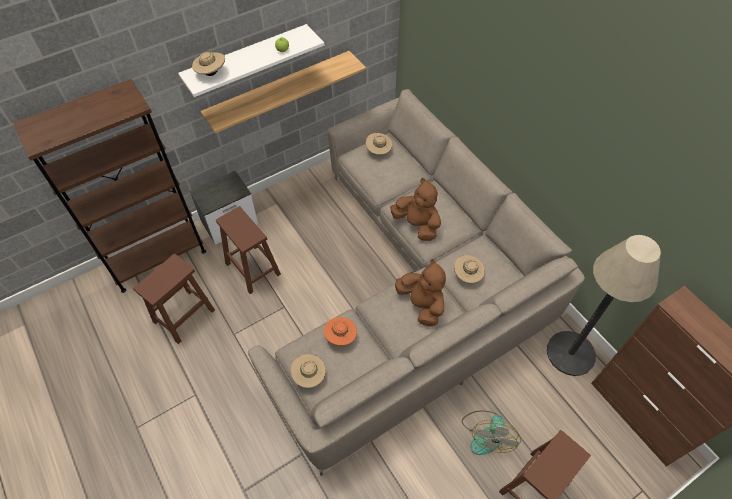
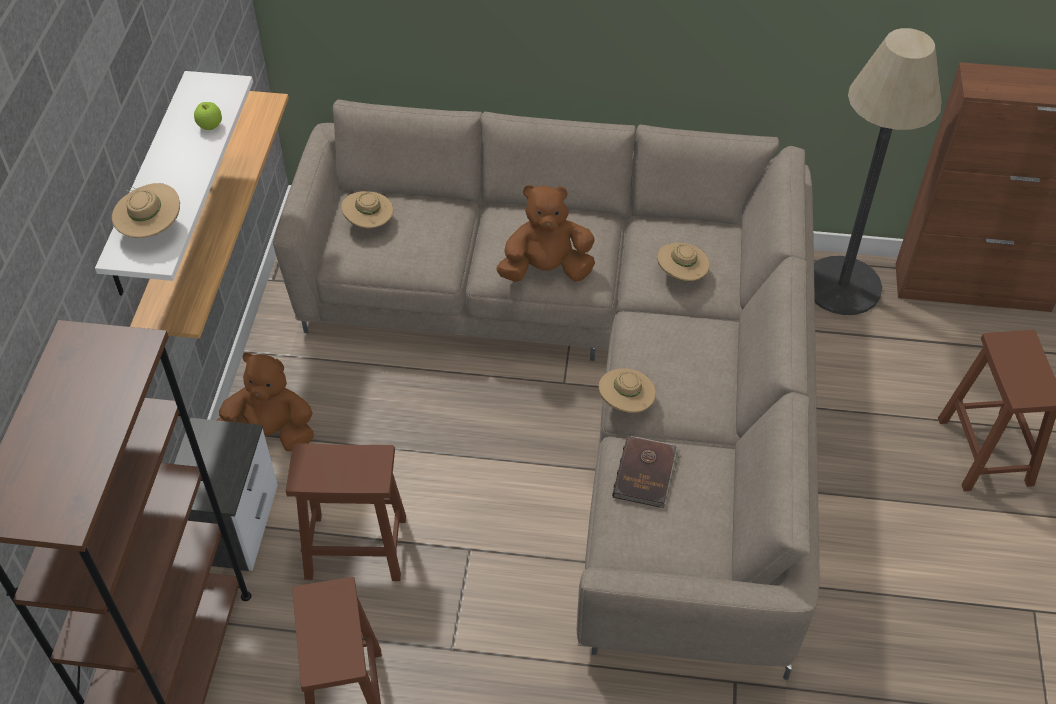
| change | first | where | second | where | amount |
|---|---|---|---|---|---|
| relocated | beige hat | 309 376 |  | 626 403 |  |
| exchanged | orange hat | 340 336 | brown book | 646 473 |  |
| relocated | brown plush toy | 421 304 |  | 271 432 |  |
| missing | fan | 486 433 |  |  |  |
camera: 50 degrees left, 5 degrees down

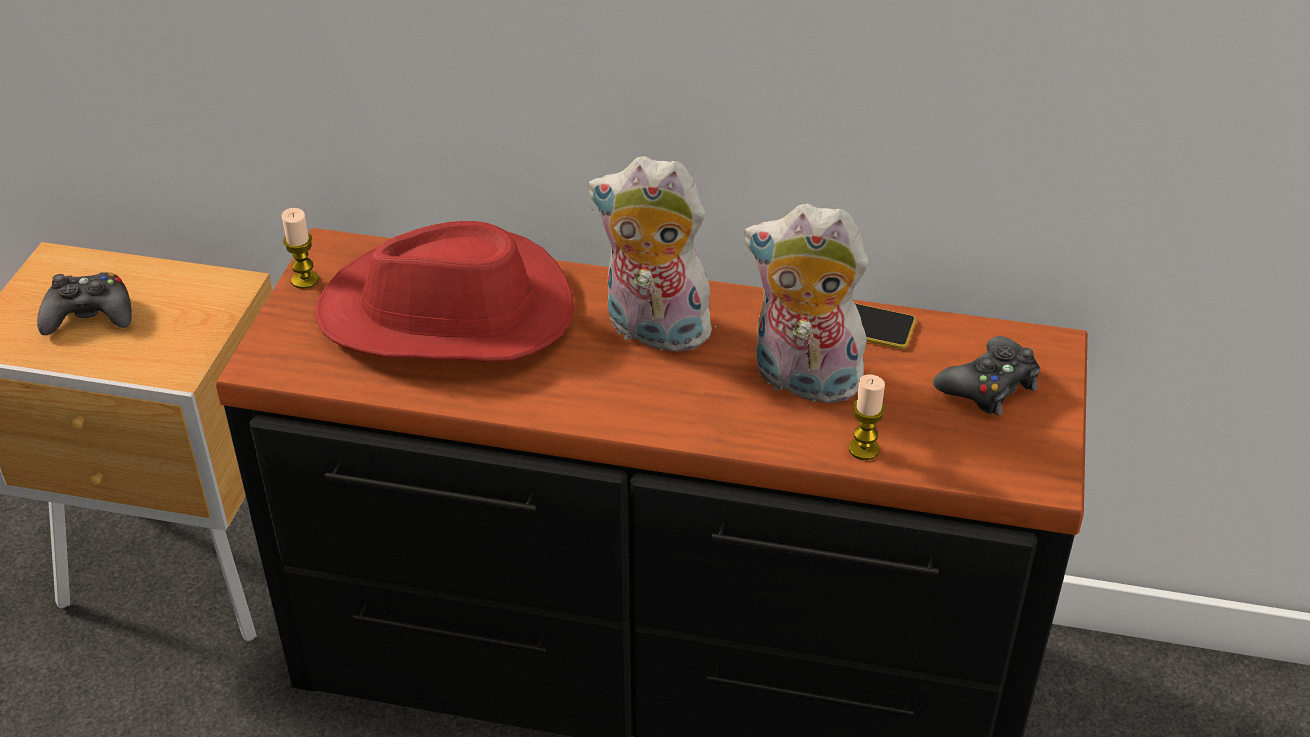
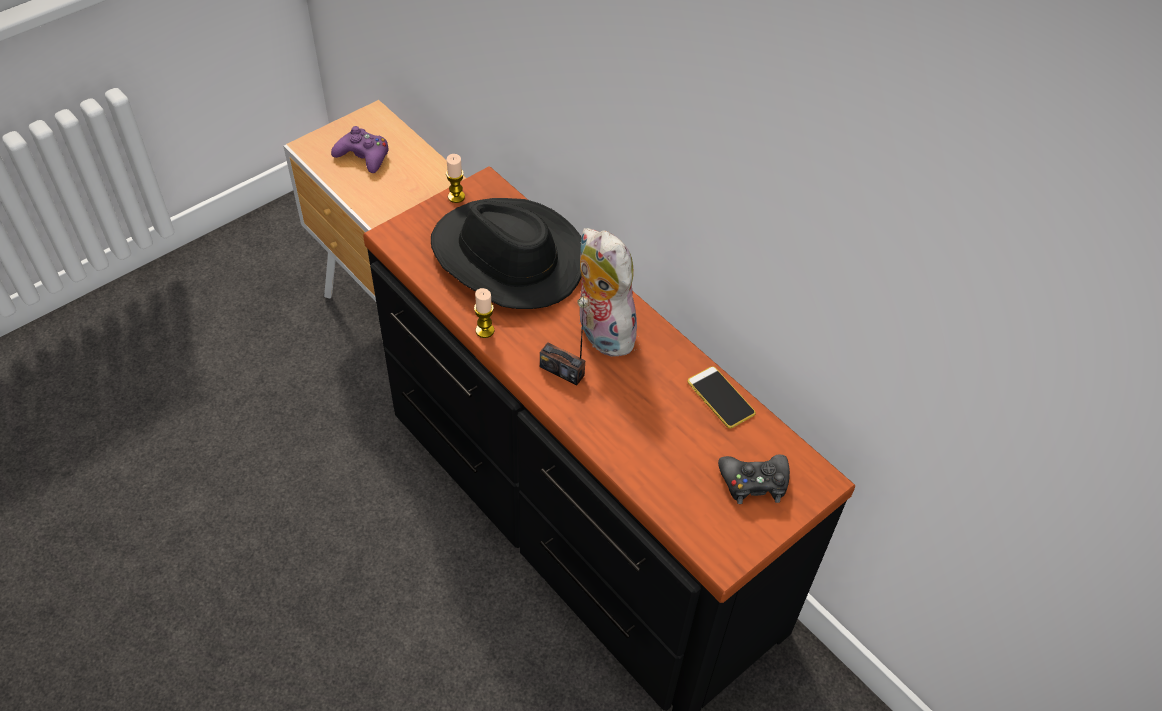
| change | first | where | second | where | amount |
|---|---|---|---|---|---|
| colour | black game controller | 89 315 | purple game controller | 363 156 |  |
| colour | red hat | 448 314 | black hat | 506 258 |  |
| missing | plush toy | 802 381 |  |  |  |
| relocated | candle | 864 449 |  | 485 330 |  |
| appeared |  |  | radio | 562 371 |  |
camera: 35 degrees right, 10 degrees up

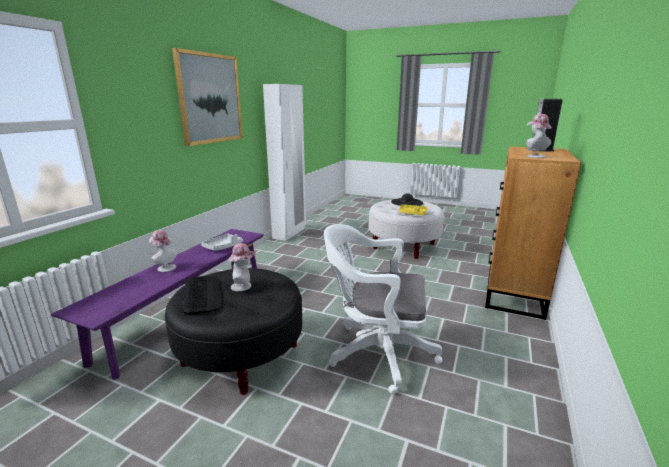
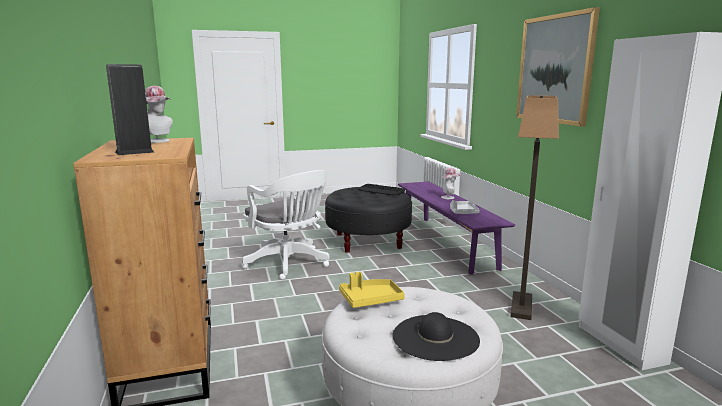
| change | first | where | second | where | amount |
|---|---|---|---|---|---|
| missing | hat | 244 286 |  |  |  |
| spun | white office chair | 376 352 |  | 289 264 | 75 degrees clockwise |
| appeared |  |  | floor lamp | 521 306 |  |
camera: 140 degrees right, 5 degrees down

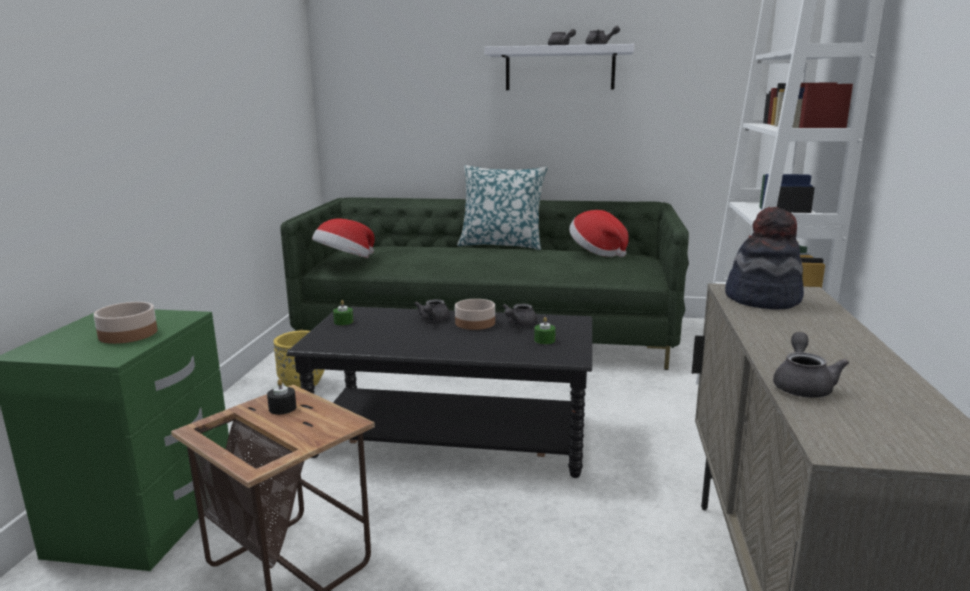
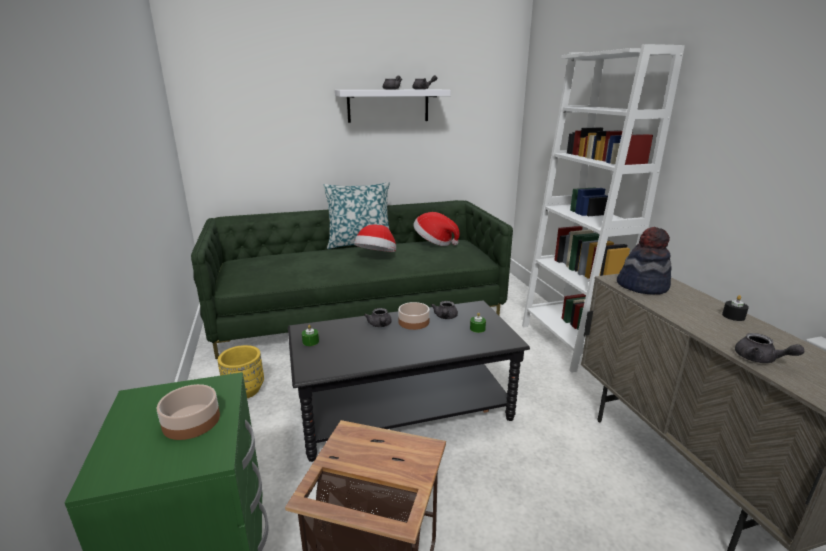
| change | first | where | second | where | amount |
|---|---|---|---|---|---|
| relocated | black candle | 282 408 |  | 733 316 |  |
| relocated | hat | 344 260 |  | 376 256 |  |
| spun | grey teapot | 802 385 |  | 760 359 | 150 degrees clockwise |
camera: 25 degrees left, 5 degrees up

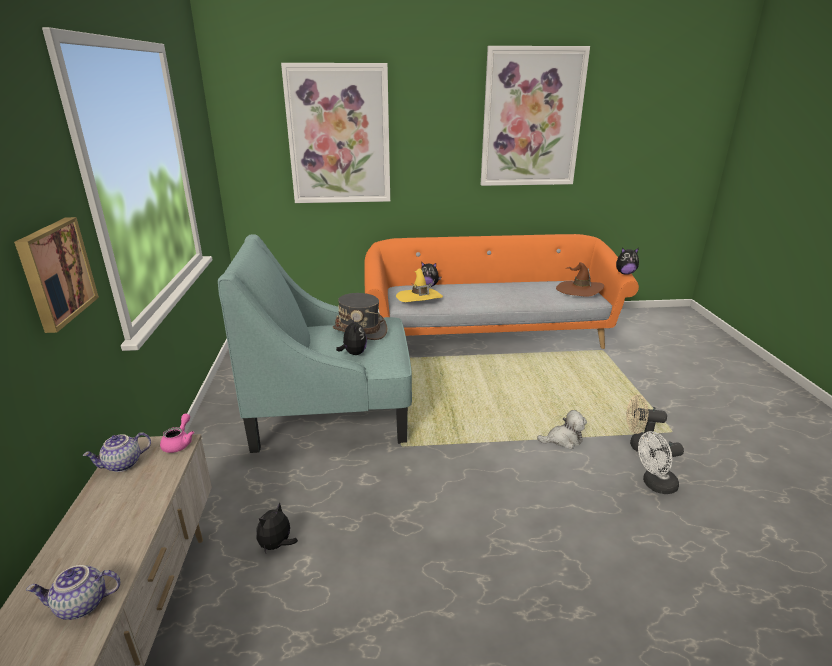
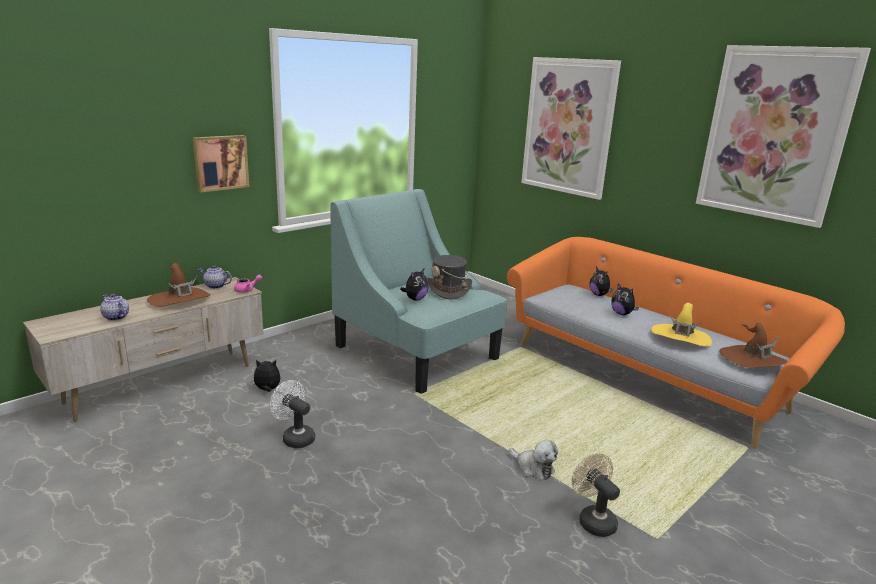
| change | first | where | second | where | amount |
|---|---|---|---|---|---|
| relocated | yellow hat | 419 298 |  | 681 337 |  |
| relocated | plush toy | 625 273 |  | 622 314 |  |
| relocated | white fan | 655 485 |  | 295 437 |  |
| appeared |  |  | brown hat | 179 300 |  |
camera: 50 degrees right, 5 degrees down

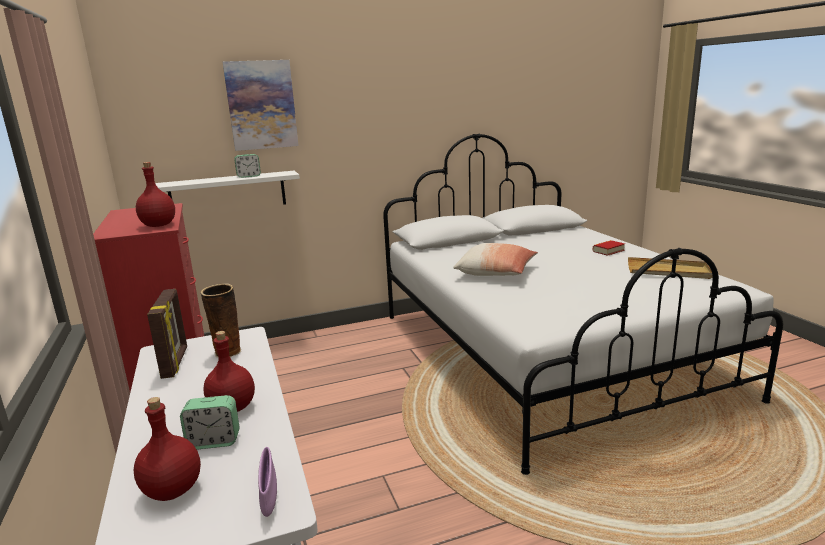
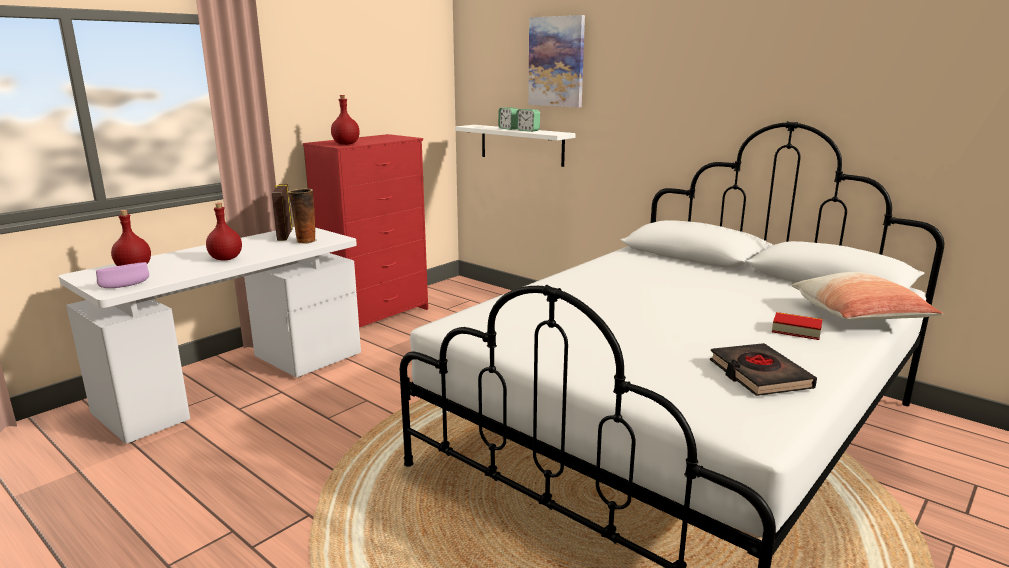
| change | first | where | second | where | amount |
|---|---|---|---|---|---|
| spun | picture frame | 176 363 |  | 284 235 | 120 degrees clockwise |
| relocated | alarm clock | 214 441 |  | 508 128 |  |
| relocated | pillow | 496 272 |  | 860 316 |  |
| exchanged | beige tray | 668 271 | black book | 759 375 |  |
camera: 60 degrees right, 0 degrees up

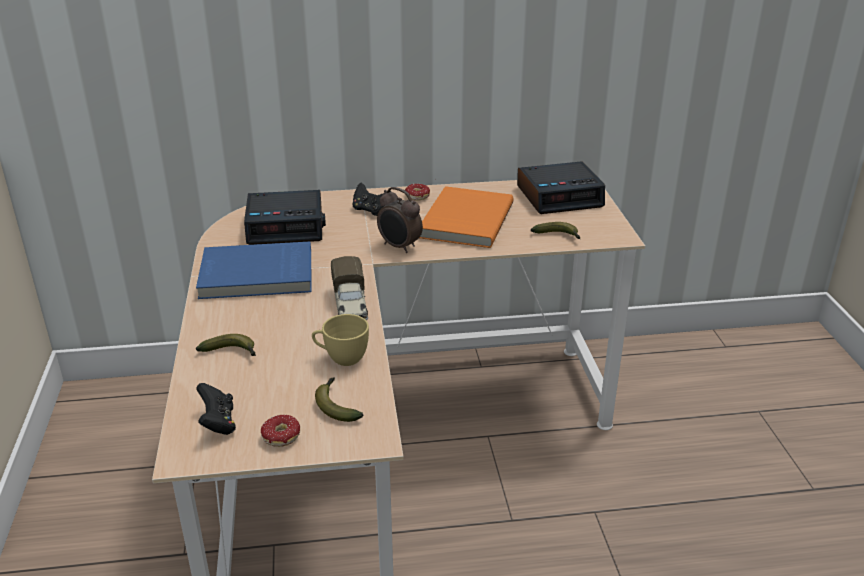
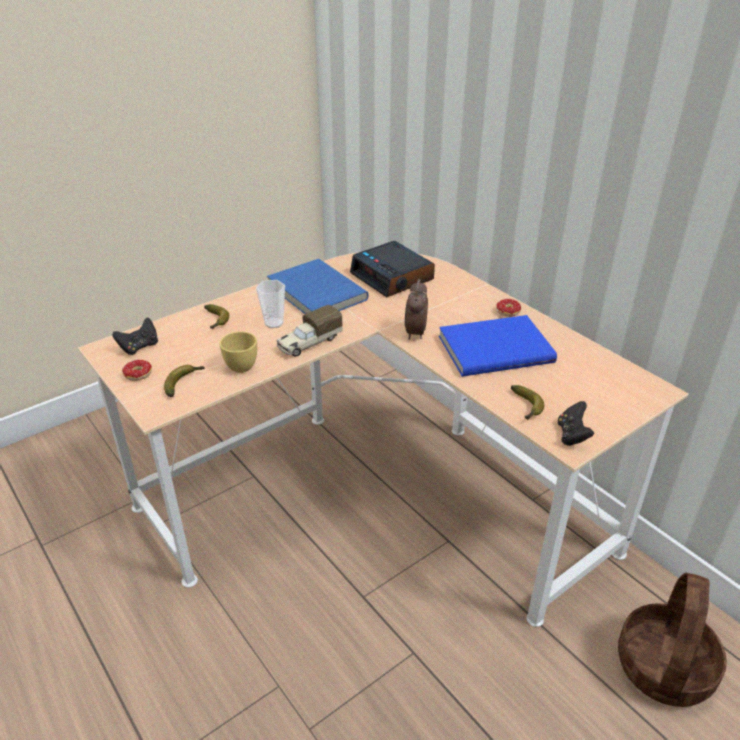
| change | first | where | second | where | amount |
|---|---|---|---|---|---|
| relocated | black game controller | 371 210 |  | 572 435 |  |
| colour | orange book | 464 220 | blue book | 494 348 |  |
| missing | alarm clock | 560 196 |  |  |  |
| appeared |  |  | cup | 274 323 |  |
| appeared |  |  | basket | 665 667 |  |
camera: 60 degrees right, 5 degrees up

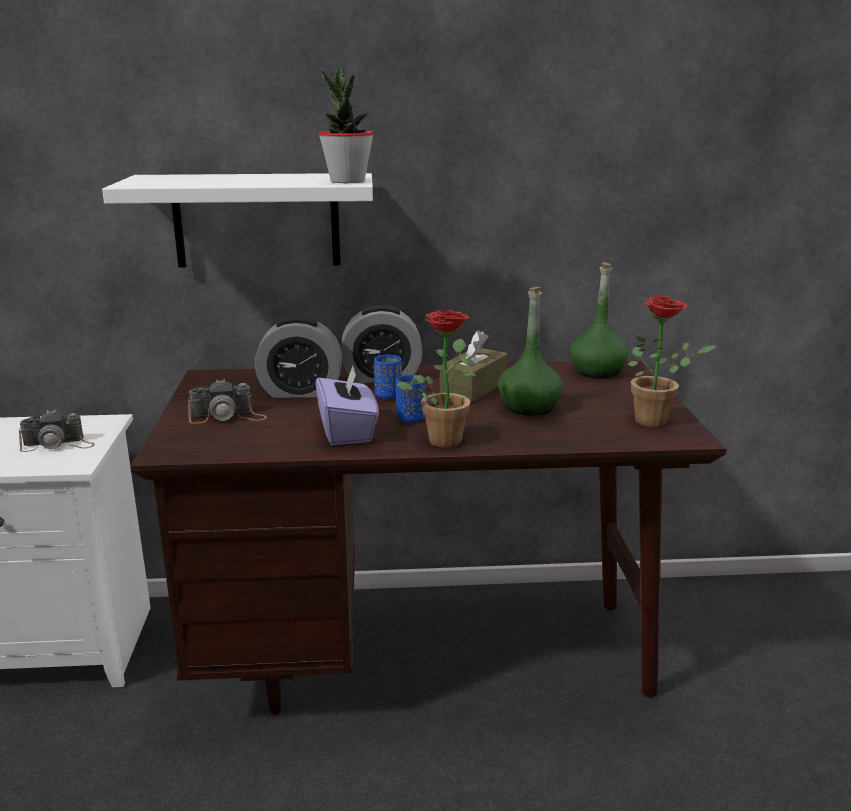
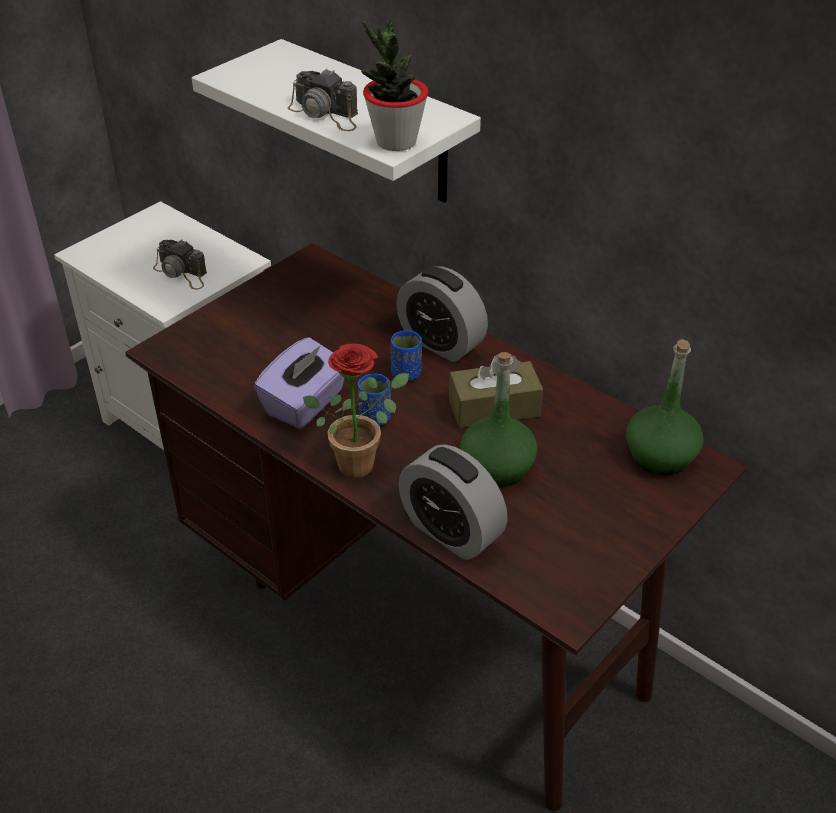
| change | first | where | second | where | amount |
|---|---|---|---|---|---|
| relocated | photo camera | 227 416 |  | 326 114 |  |
| relocated | alarm clock | 301 392 |  | 451 531 |  |
| missing | potted plant | 658 421 |  |  |  |
camera: 45 degrees right, 20 degrees up

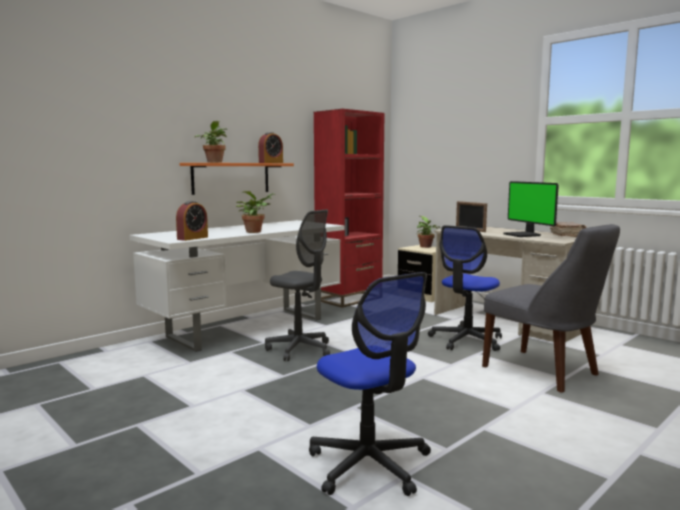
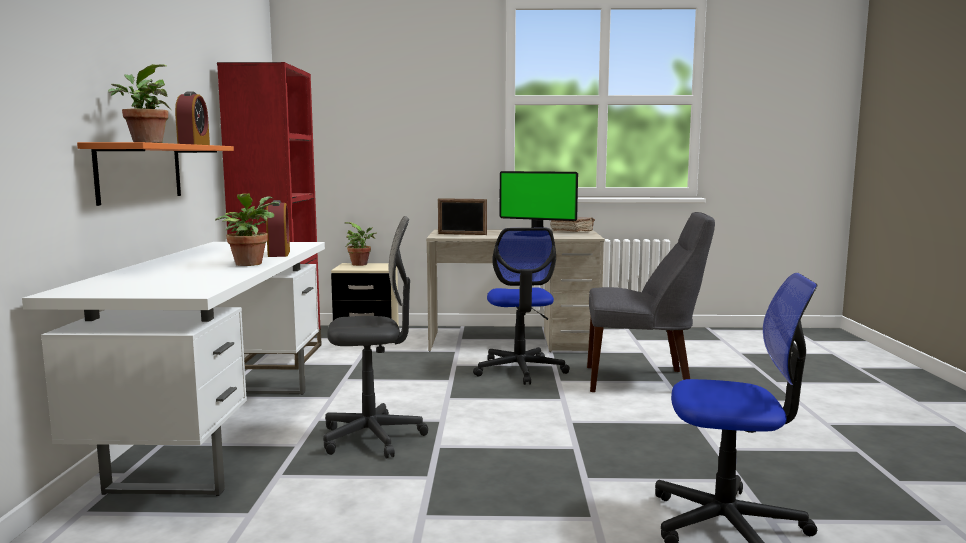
| change | first | where | second | where | amount |
|---|---|---|---|---|---|
| relocated | alarm clock | 192 238 |  | 279 253 |  |
camera: 45 degrees left, 0 degrees up

